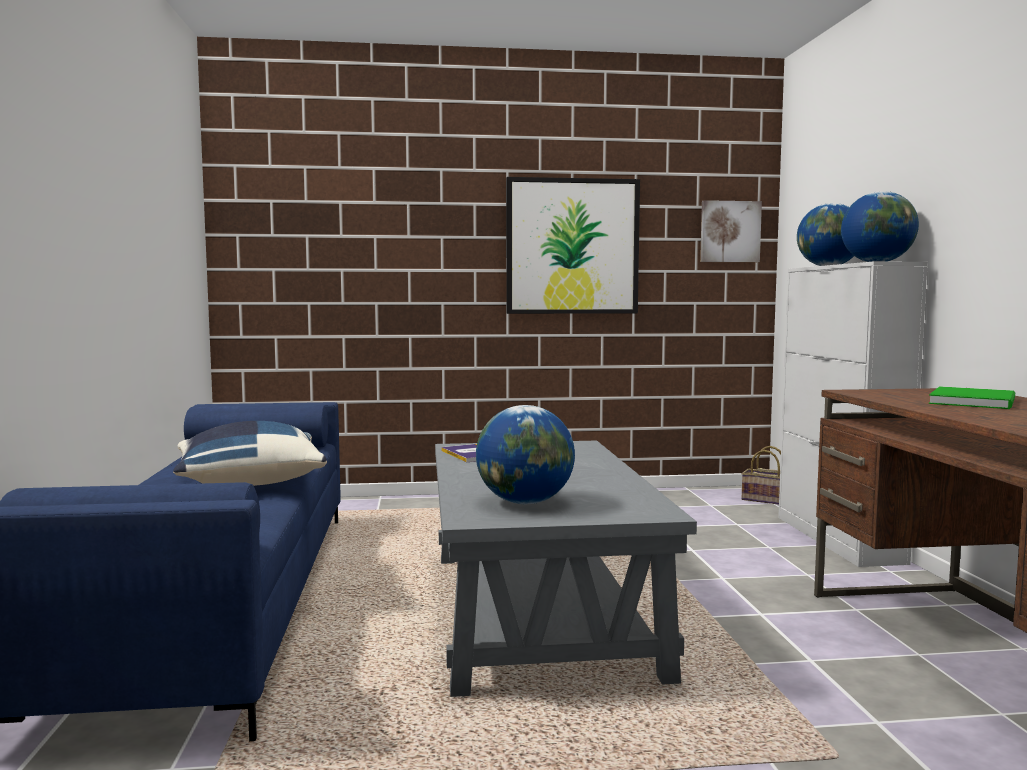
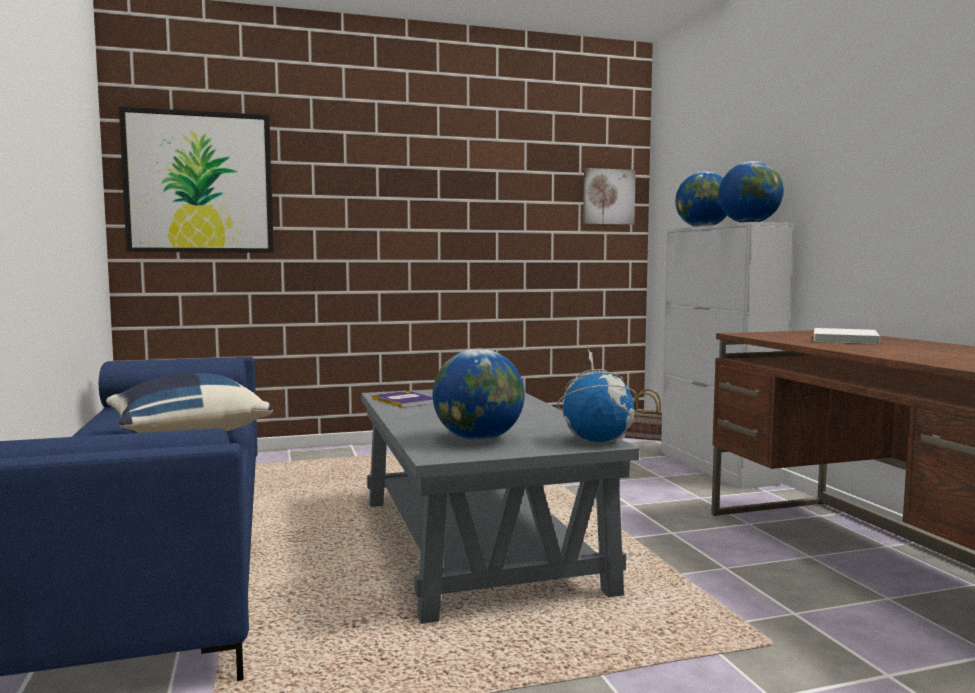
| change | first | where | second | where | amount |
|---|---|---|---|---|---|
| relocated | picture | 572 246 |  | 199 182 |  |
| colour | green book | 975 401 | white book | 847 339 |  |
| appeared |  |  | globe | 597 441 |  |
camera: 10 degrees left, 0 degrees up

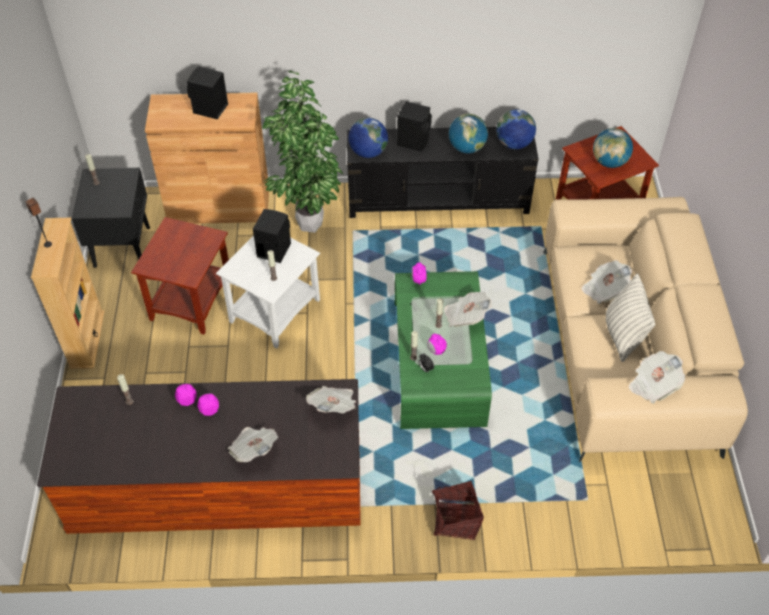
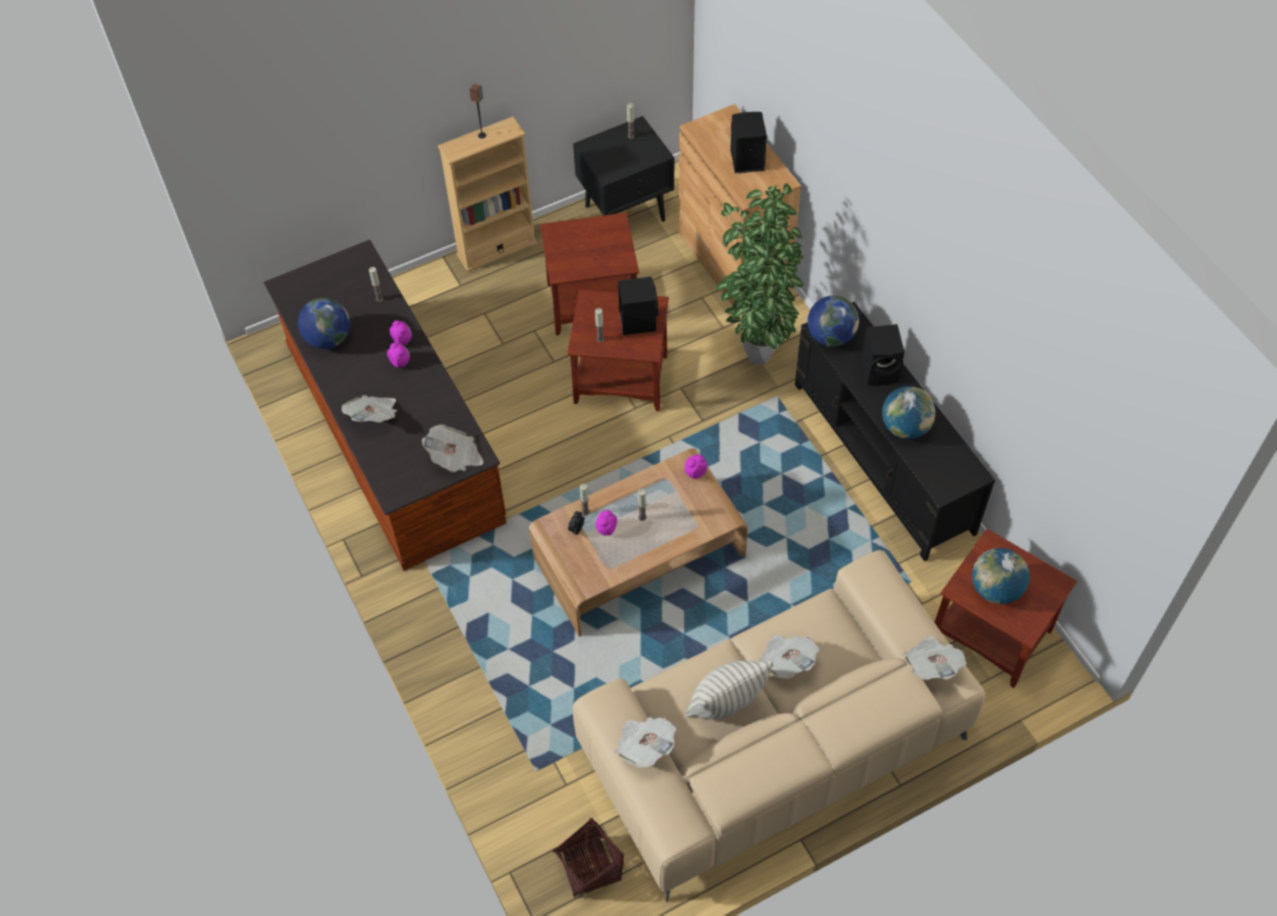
| change | first | where | second | where | amount |
|---|---|---|---|---|---|
| colour | white side table | 274 310 | brown side table | 621 378 |  |
| colour | green coffee table | 438 363 | brown coffee table | 639 557 |  |
| relocated | basket | 455 519 |  | 590 866 |  |
| relocated | newspaper | 465 316 |  | 932 665 |  |
| relocated | globe | 514 144 |  | 328 338 |  |
camera: 65 degrees right, 5 degrees up

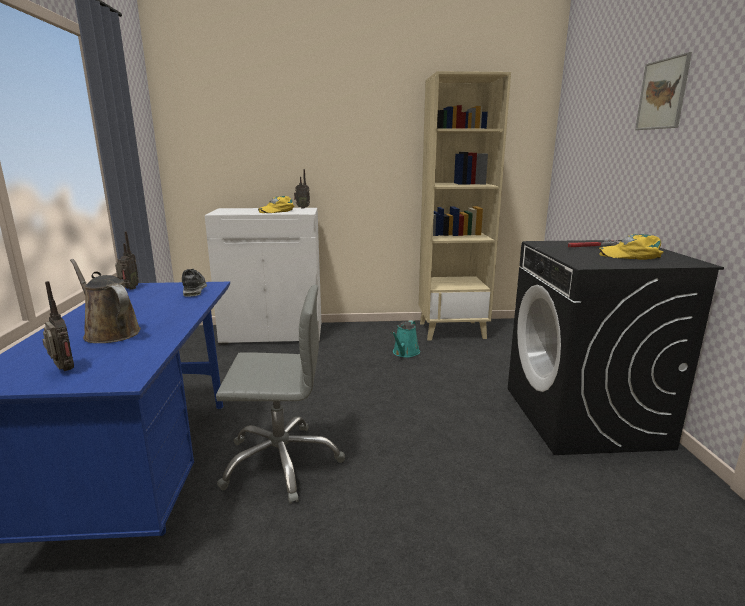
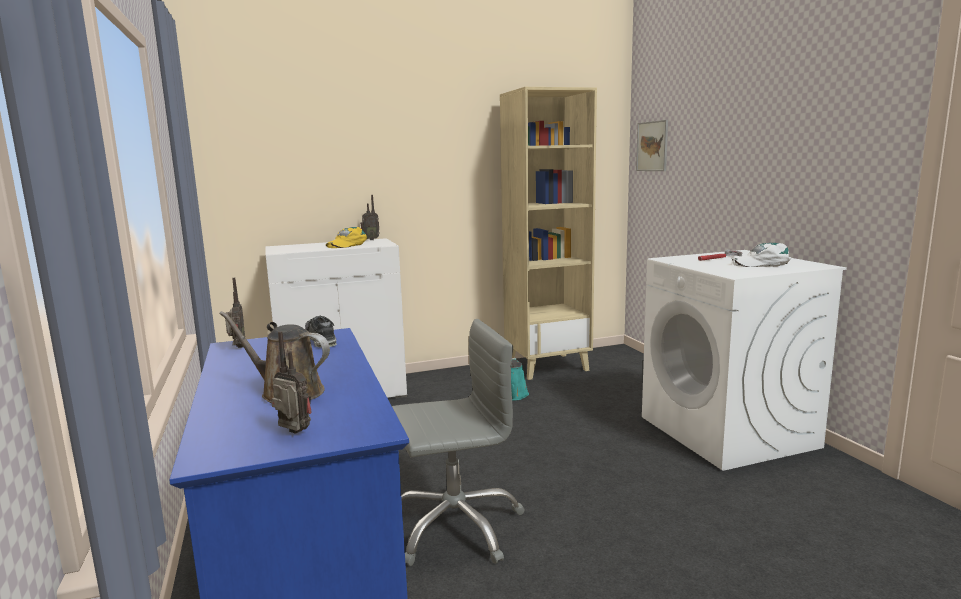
| change | first | where | second | where | amount |
|---|---|---|---|---|---|
| colour | black washing machine | 584 417 | white washing machine | 728 432 |  |
| colour | yellow cap | 631 255 | white cap | 761 264 |  |
| relocated | picture | 662 94 |  | 652 146 |  |
camera: 15 degrees left, 5 degrees down

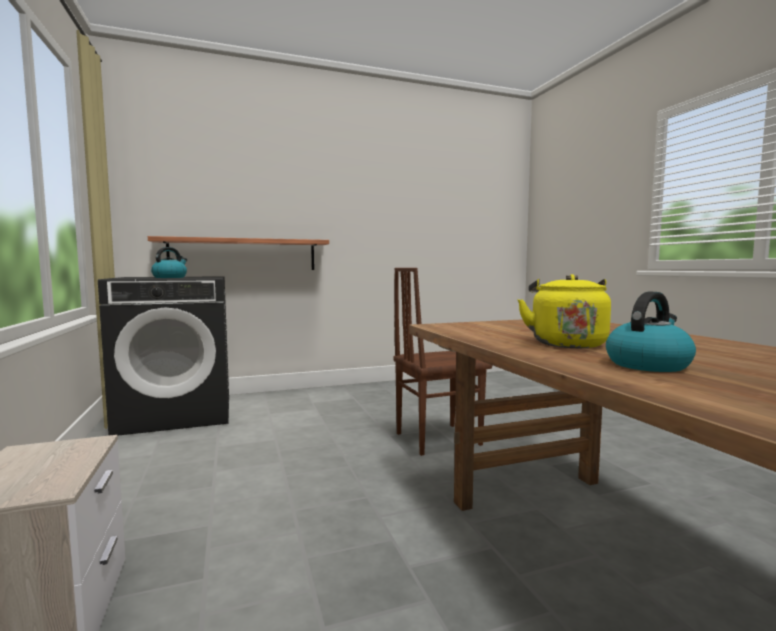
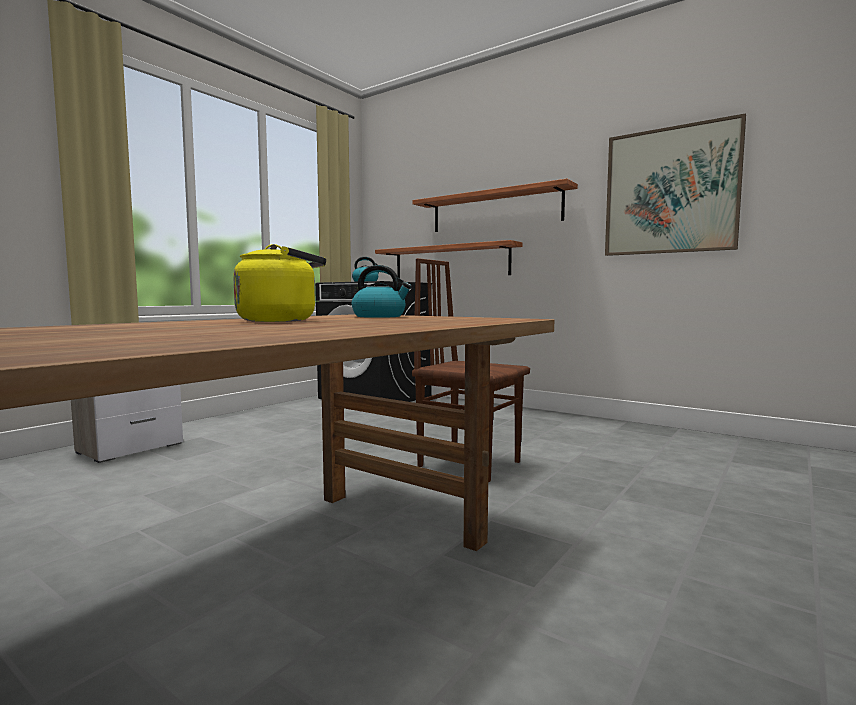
| change | first | where | second | where | amount |
|---|---|---|---|---|---|
| relocated | kettle | 648 364 |  | 380 316 |  |
| appeared |  |  | shelf | 494 210 |  |
| appeared |  |  | picture | 670 191 |  |
camera: 55 degrees right, 0 degrees up

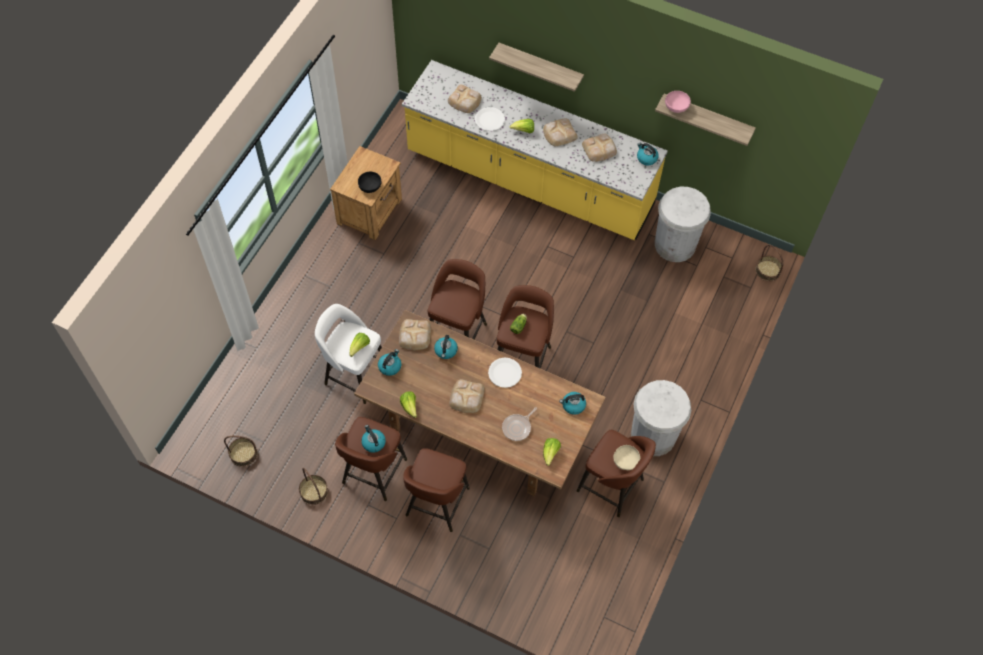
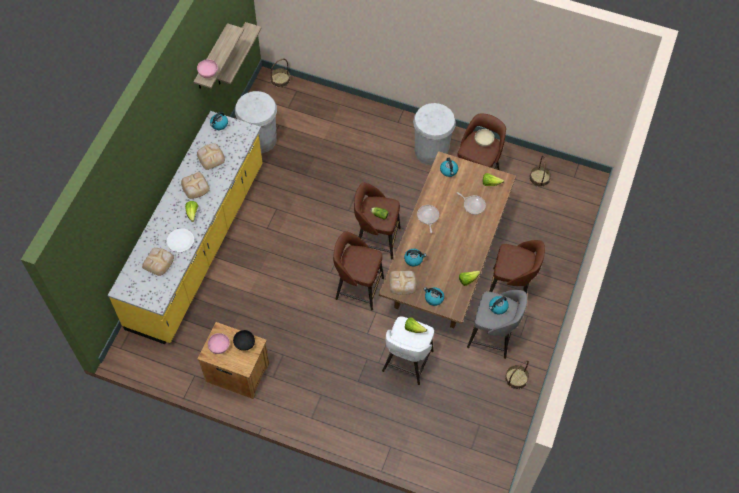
| change | first | where | second | where | amount |
|---|---|---|---|---|---|
| relocated | basket | 243 454 |  | 539 178 |  |
| colour | brown stool | 373 473 | grey stool | 493 336 |  |
| missing | bread | 466 397 |  |  |  |
| exchanged | white plate | 504 373 | frying pan | 428 217 |  |
| relocated | shelf | 540 66 |  | 230 55 |  |
| appeared |  |  | pink bowl | 219 346 |  |
camera: 95 degrees left, 0 degrees up

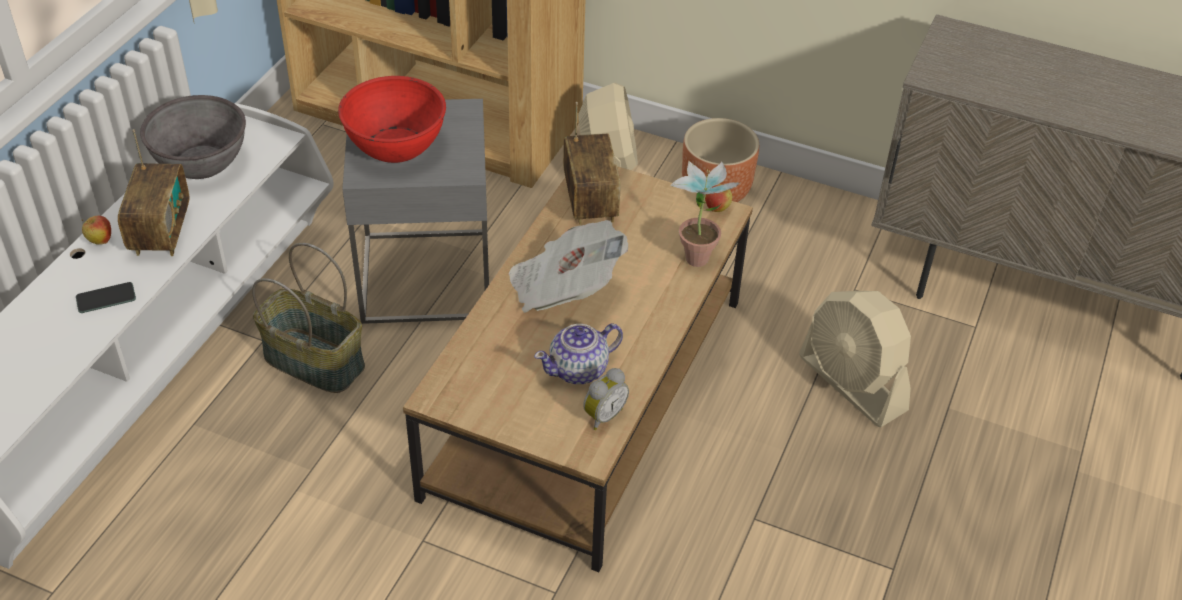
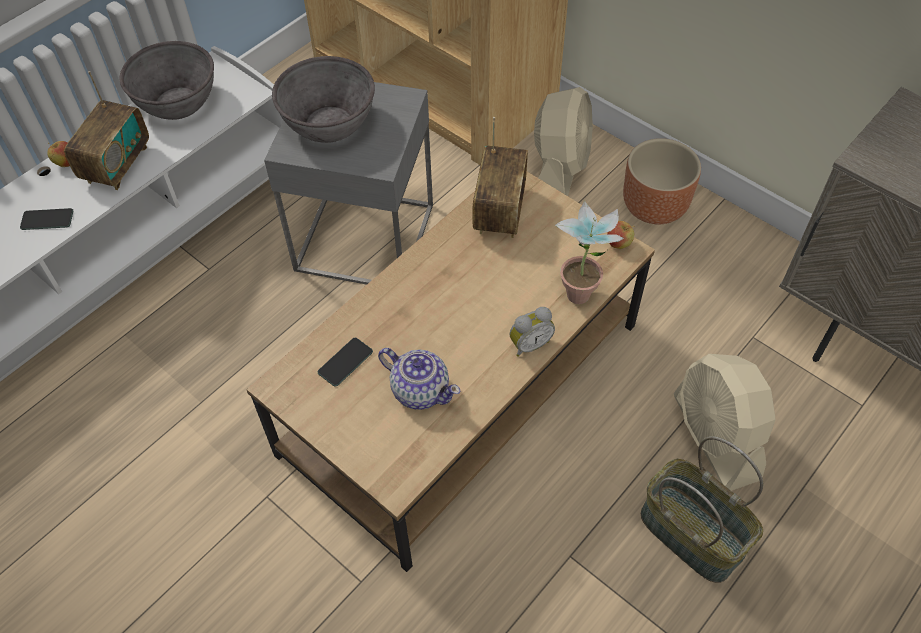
| change | first | where | second | where | amount |
|---|---|---|---|---|---|
| relocated | basket | 316 361 |  | 693 533 |  |
| colour | red bowl | 396 145 | grey bowl | 329 123 |  |
| missing | newspaper | 564 288 |  |  |  |
| spun | teapot | 579 370 |  | 420 390 | 135 degrees counterclockwise |
| relocated | alarm clock | 603 415 |  | 529 344 |  |
| appeared |  |  | phone | 345 362 |  |
camera: 20 degrees right, 10 degrees up

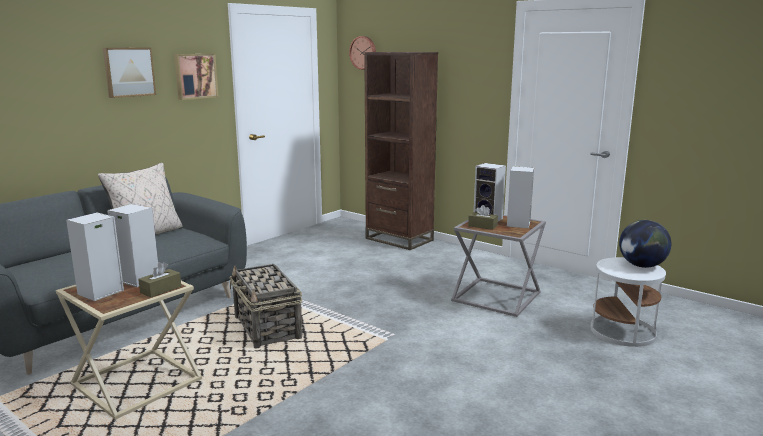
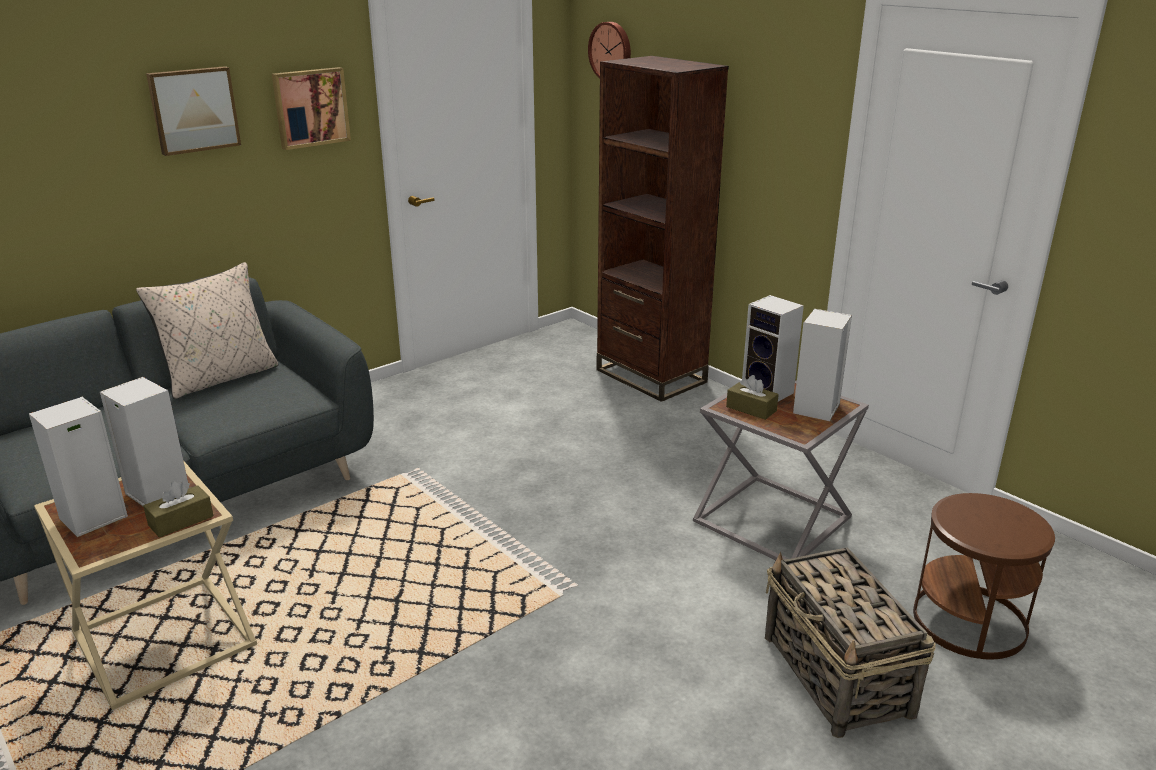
| change | first | where | second | where | amount |
|---|---|---|---|---|---|
| relocated | basket | 267 328 |  | 837 676 |  |
| colour | white side table | 623 331 | brown side table | 969 621 |  |
| missing | globe | 642 266 |  |  |  |
camera: 10 degrees right, 10 degrees up

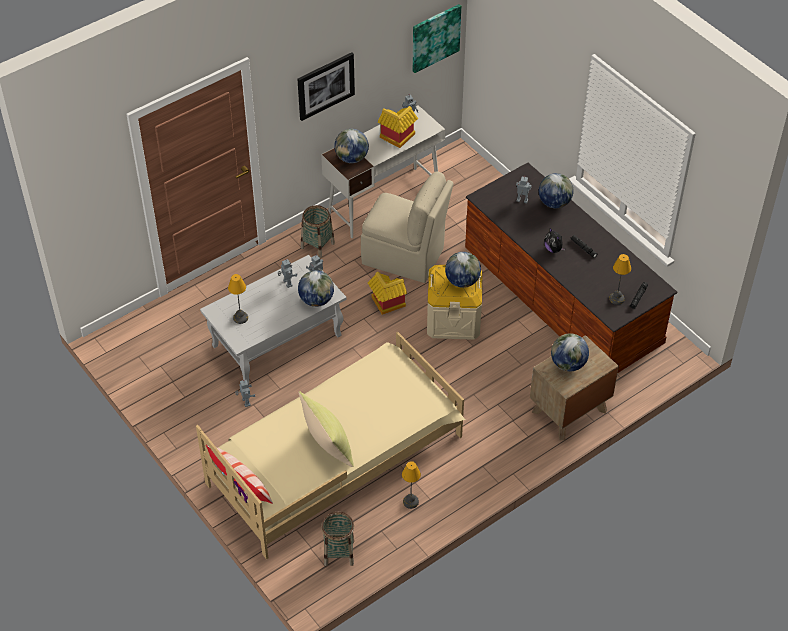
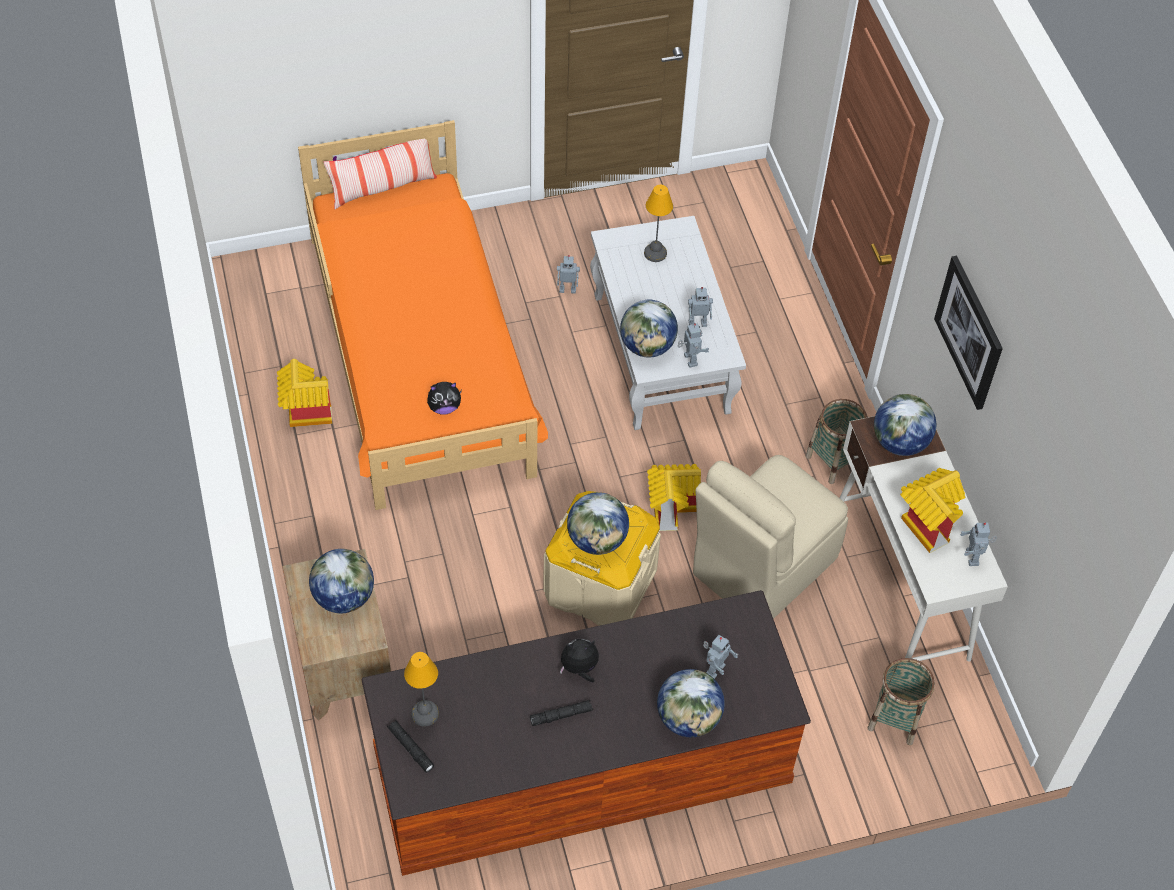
| change | first | where | second | where | amount |
|---|---|---|---|---|---|
| colour | beige bed | 335 458 | orange bed | 421 355 |  |
| missing | yellow pillow | 327 445 |  |  |  |
| relocated | basket | 339 553 |  | 895 718 |  |
| exchanged | table lamp | 410 502 | toy house | 304 412 |  |
| missing | picture | 435 37 |  |  |  |
| appeared |  |  | plush toy | 444 407 |  |
camera: 110 degrees right, 5 degrees up

